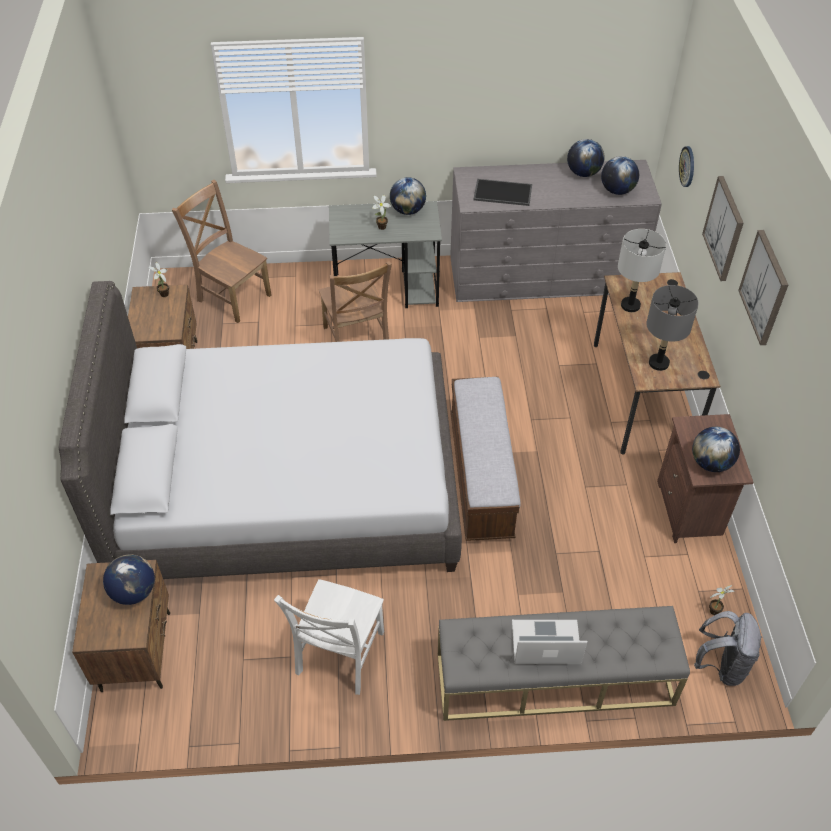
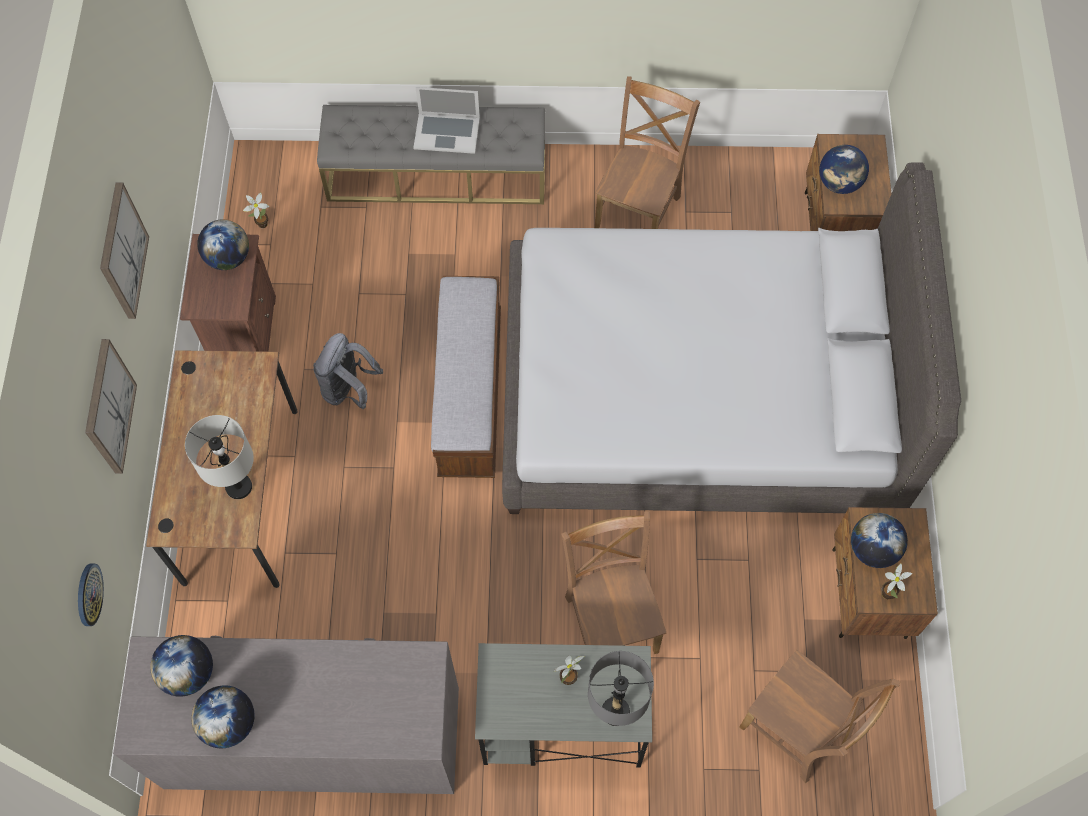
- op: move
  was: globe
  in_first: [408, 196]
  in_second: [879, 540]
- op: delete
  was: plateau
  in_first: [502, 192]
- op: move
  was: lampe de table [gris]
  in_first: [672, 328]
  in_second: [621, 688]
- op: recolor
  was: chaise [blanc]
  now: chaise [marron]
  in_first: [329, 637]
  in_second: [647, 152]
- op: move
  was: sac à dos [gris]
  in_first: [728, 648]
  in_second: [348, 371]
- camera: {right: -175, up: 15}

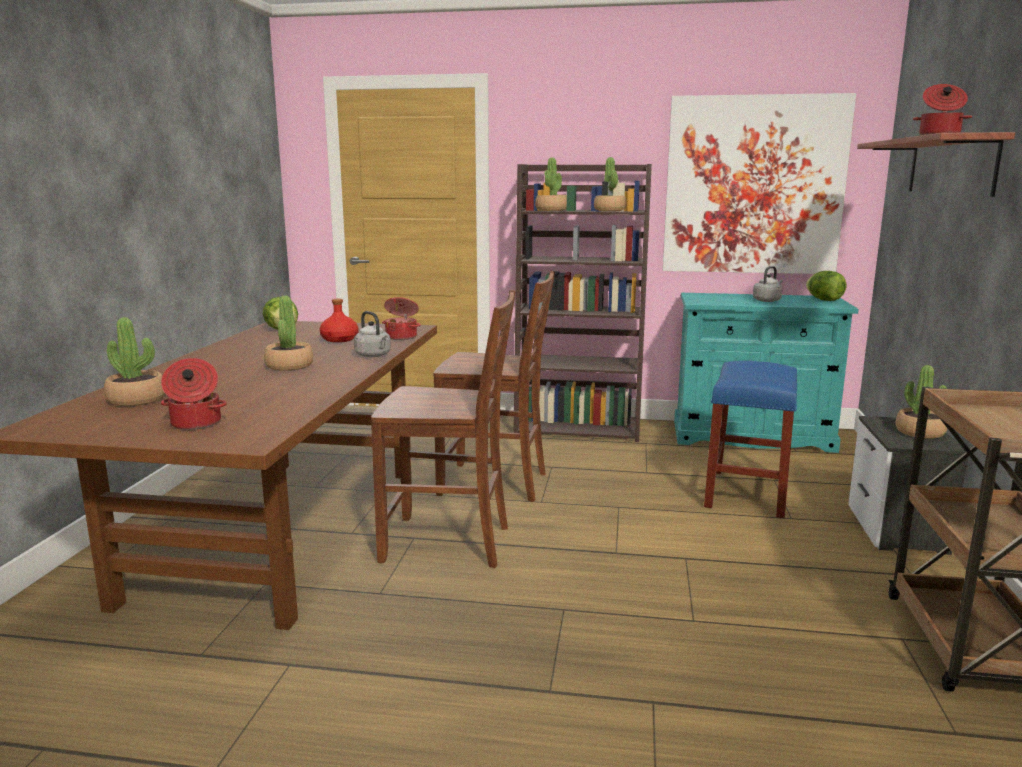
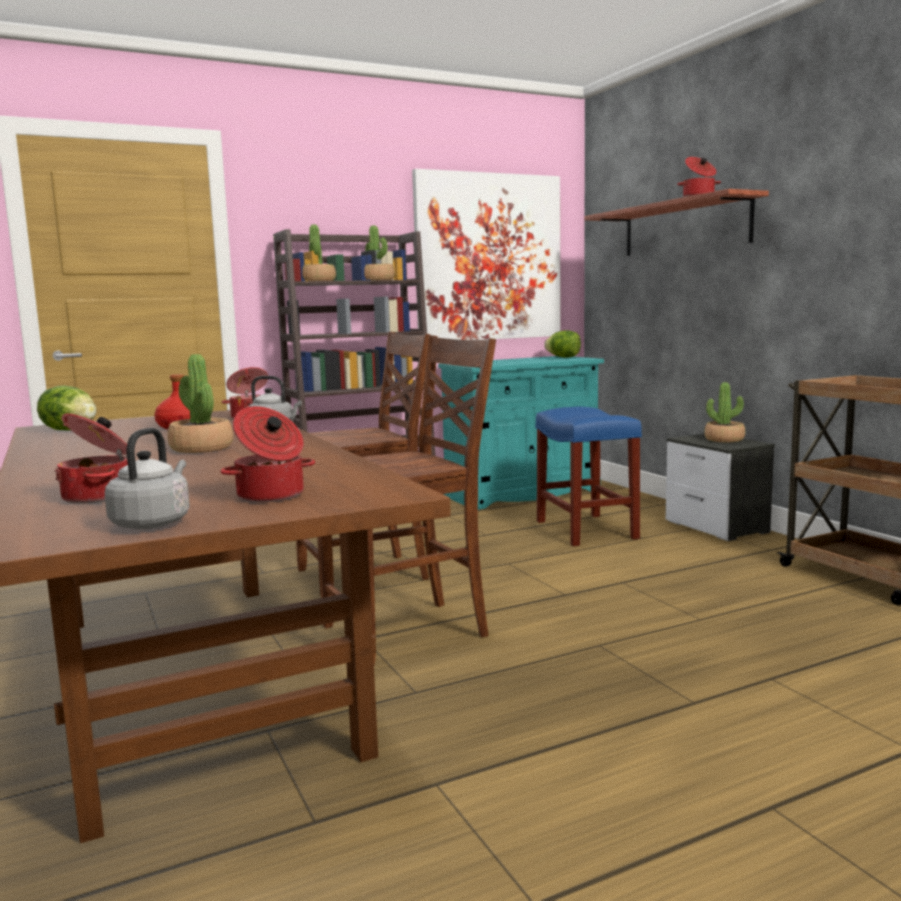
- op: move
  was: bouilloire [gris]
  in_first: [768, 284]
  in_second: [146, 478]
- op: replace
  was: plante en pot
  now: marmite
  in_first: [134, 361]
  in_second: [91, 459]
- camera: {right: -35, up: -5}

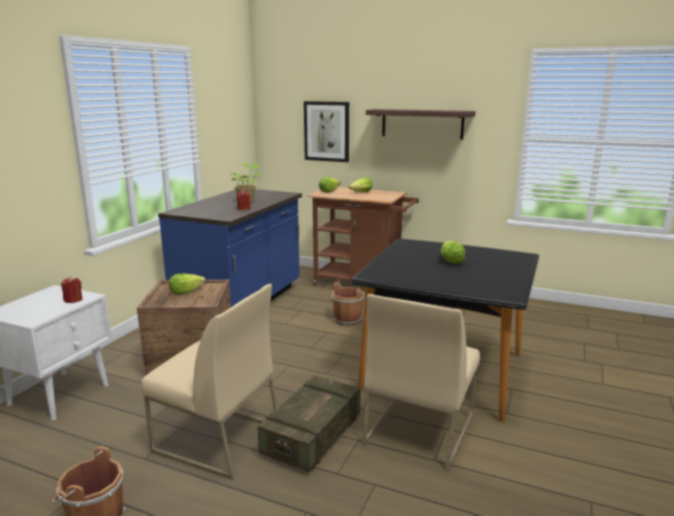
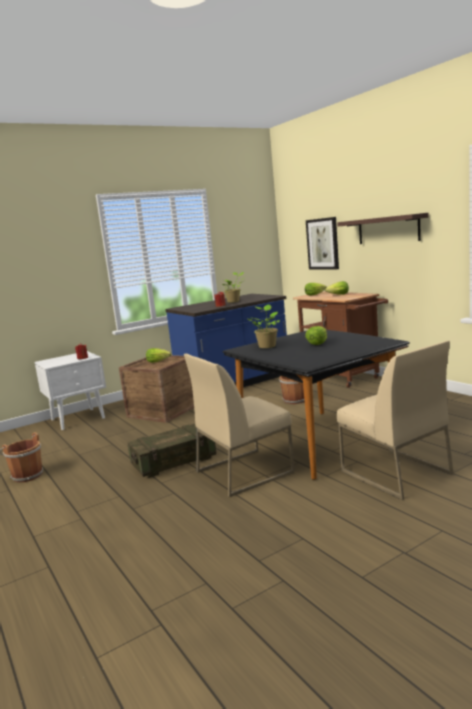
- op: move
  was: chaise [beige]
  in_first: [209, 381]
  in_second: [395, 420]
- op: insert
  now: plante en pot
  in_second: [264, 326]
- camera: {right: 35, up: -5}

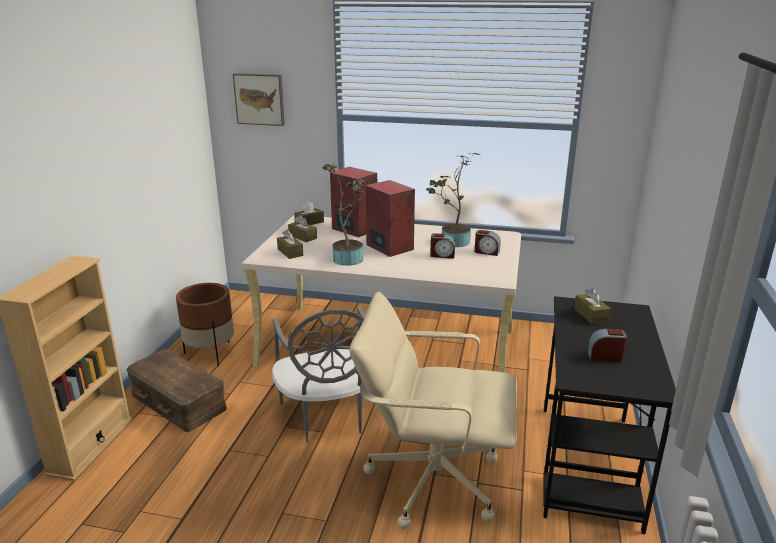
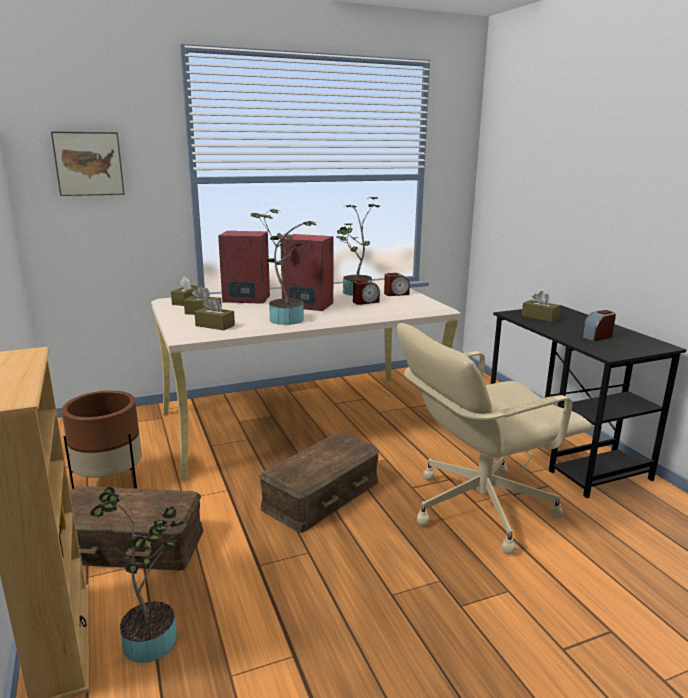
- op: replace
  was: chaise [gris]
  now: boîte de rangement [marron]
  in_first: [319, 374]
  in_second: [319, 482]
- op: insert
  now: plante en pot
  in_second: [137, 575]
- camera: {right: -35, up: -5}

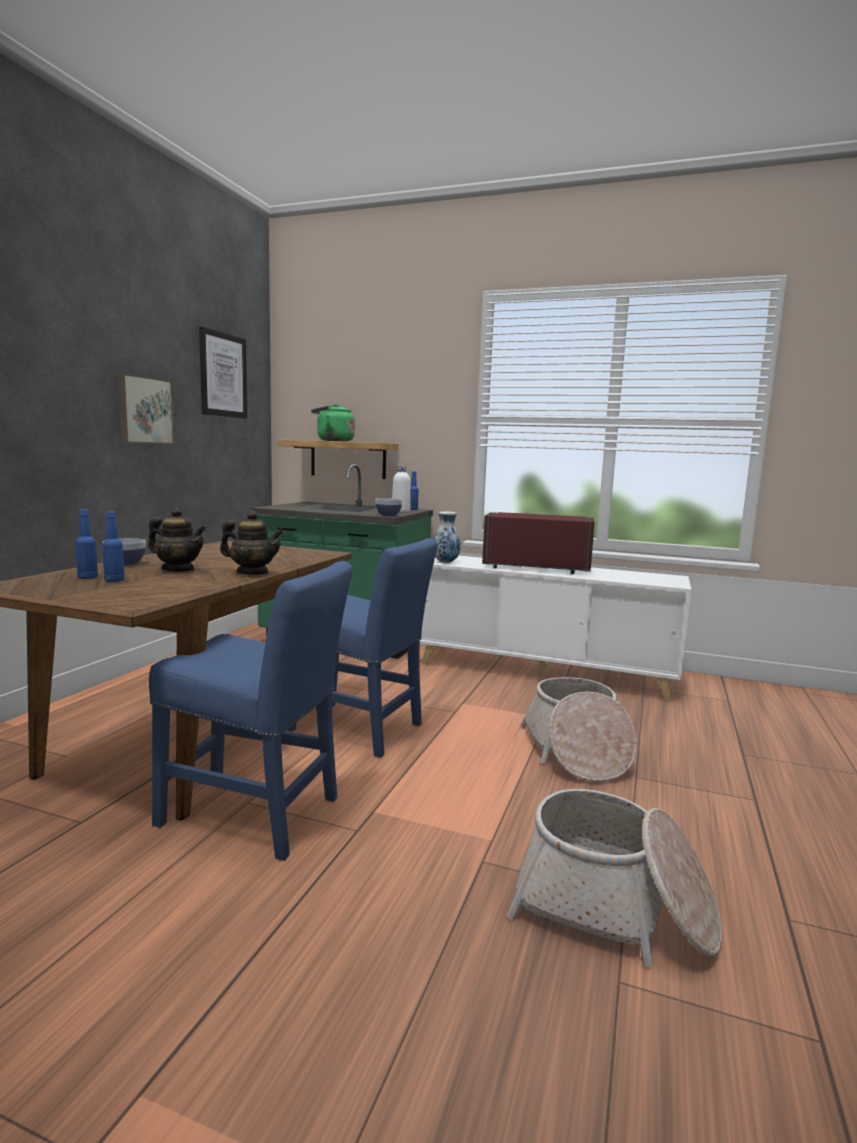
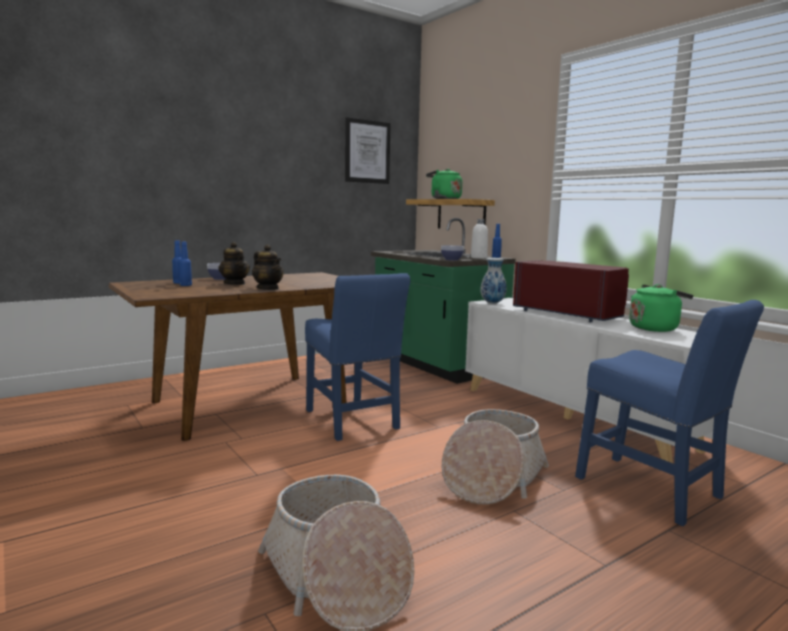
- op: delete
  was: tableau
  in_first: [146, 408]
- op: move
  was: chaise [bleu]
  in_first: [251, 711]
  in_second: [669, 413]
- op: insert
  now: bouilloire [vert]
  in_second: [661, 308]
- camera: {right: 35, up: 0}

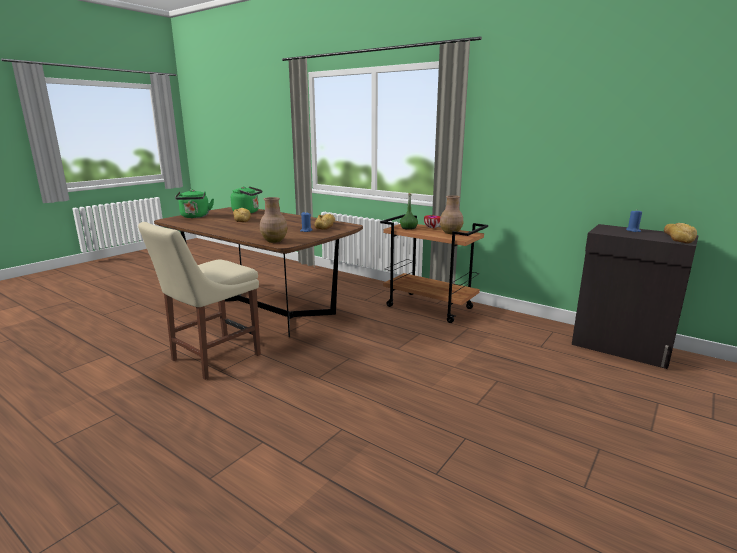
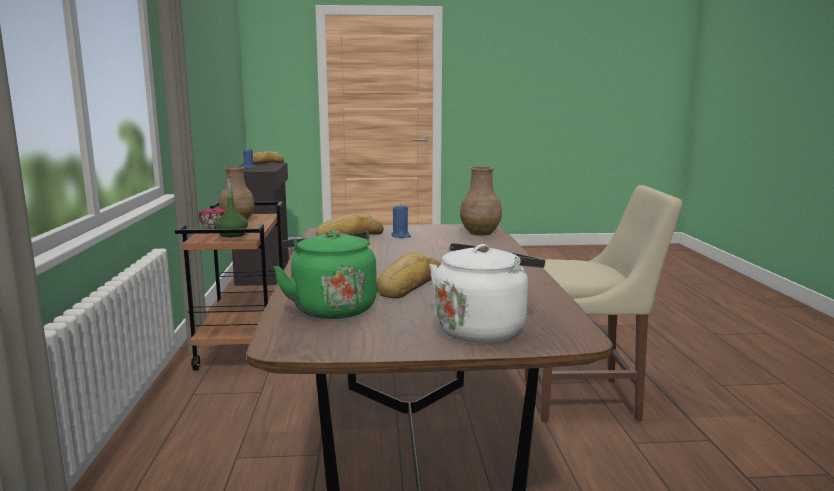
- op: recolor
  was: bouilloire [vert]
  now: bouilloire [blanc]
  in_first: [194, 203]
  in_second: [487, 293]
- camera: {right: -130, up: -5}

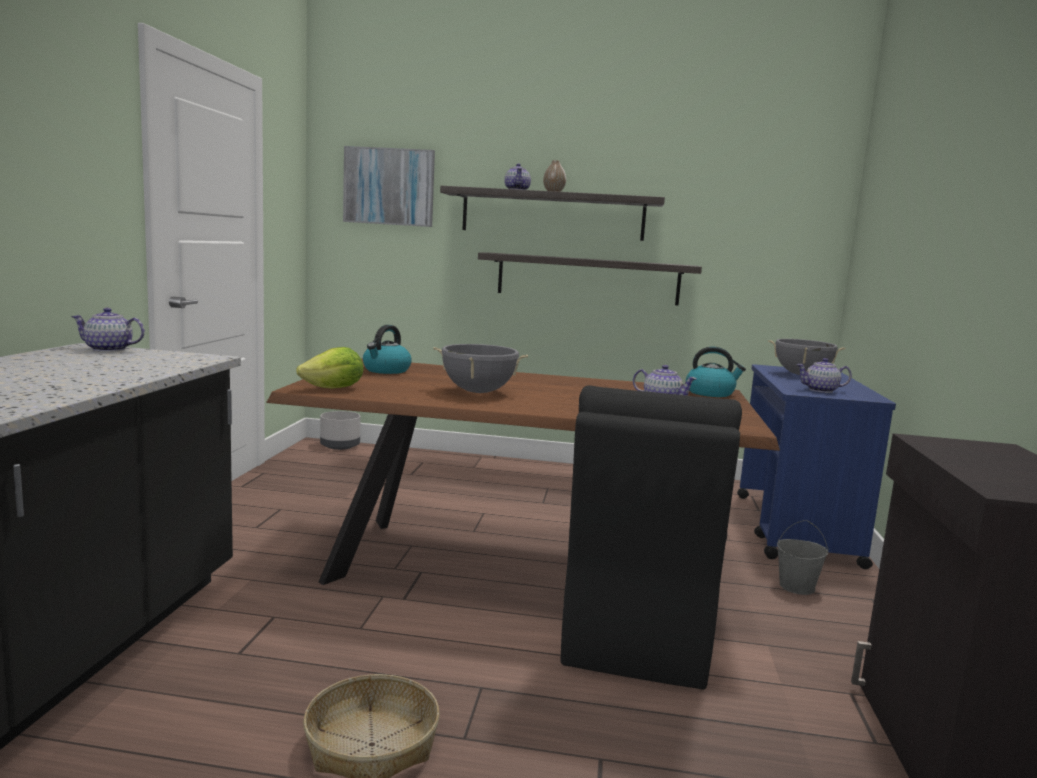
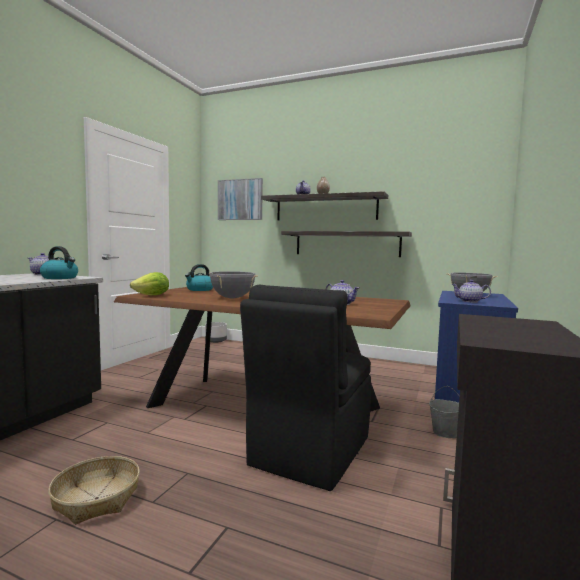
- op: move
  was: bouilloire
  in_first: [716, 372]
  in_second: [59, 262]
- camera: {right: 15, up: -5}

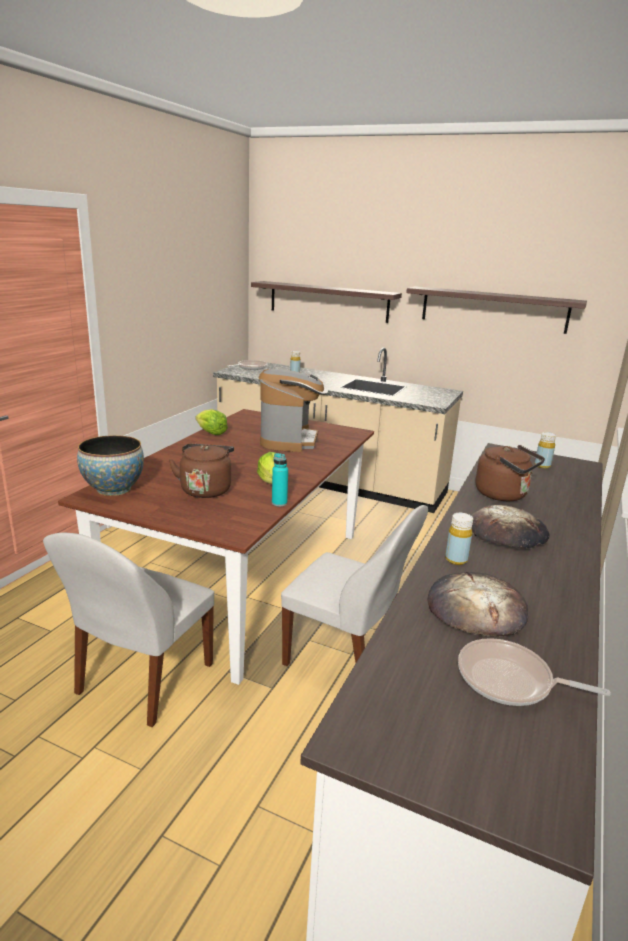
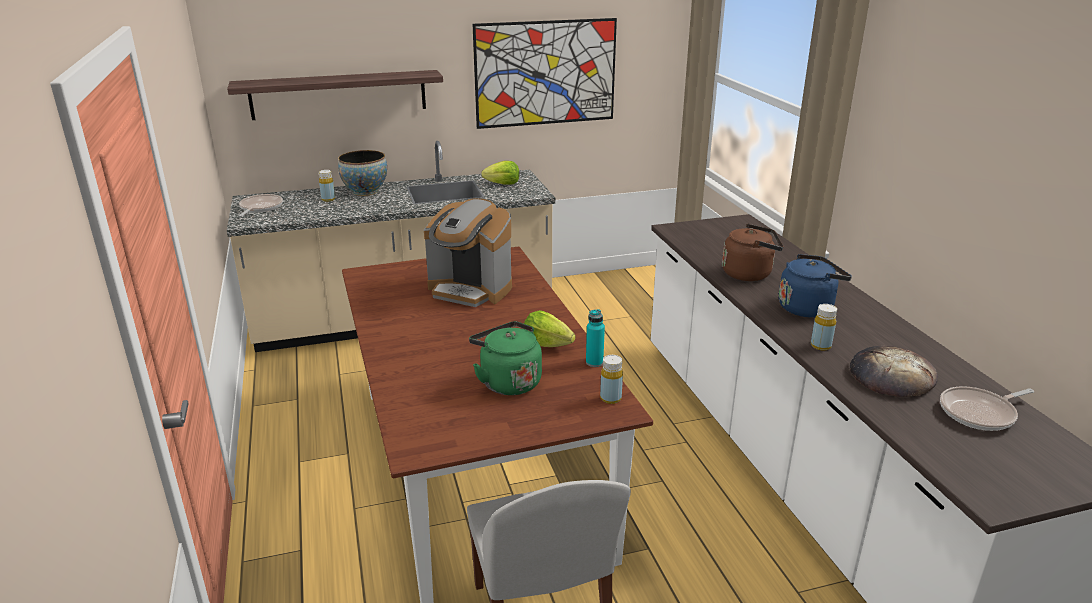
- op: replace
  was: étagère
  now: tableau
  in_first: [496, 310]
  in_second: [545, 73]
- op: rotate
  was: machine à café
  in_first: [293, 410]
  in_second: [468, 252]
  clockwise: 150
- op: move
  was: laitue
  in_first: [212, 422]
  in_second: [500, 172]
- op: move
  was: bouteille [jaune]
  in_first: [545, 450]
  in_second: [611, 379]
- op: move
  was: bol
  in_first: [110, 465]
  in_second: [362, 173]
- op: recolor
  was: bouilloire [marron]
  now: bouilloire [vert]
  in_first: [201, 471]
  in_second: [505, 358]
- op: delete
  was: chaise [blanc]
  in_first: [354, 585]
- op: replace
  was: pain
  now: bouilloire [bleu]
  in_first: [510, 527]
  in_second: [815, 285]
- camera: {right: -40, up: 5}

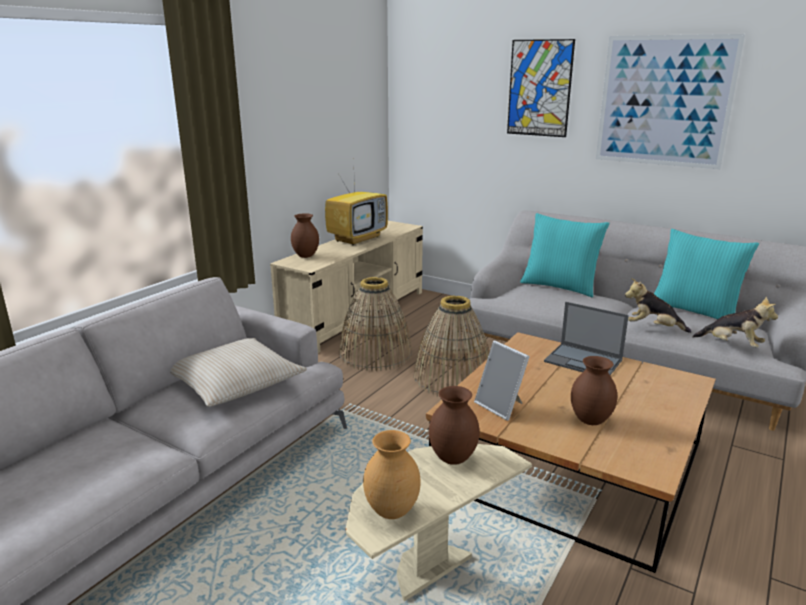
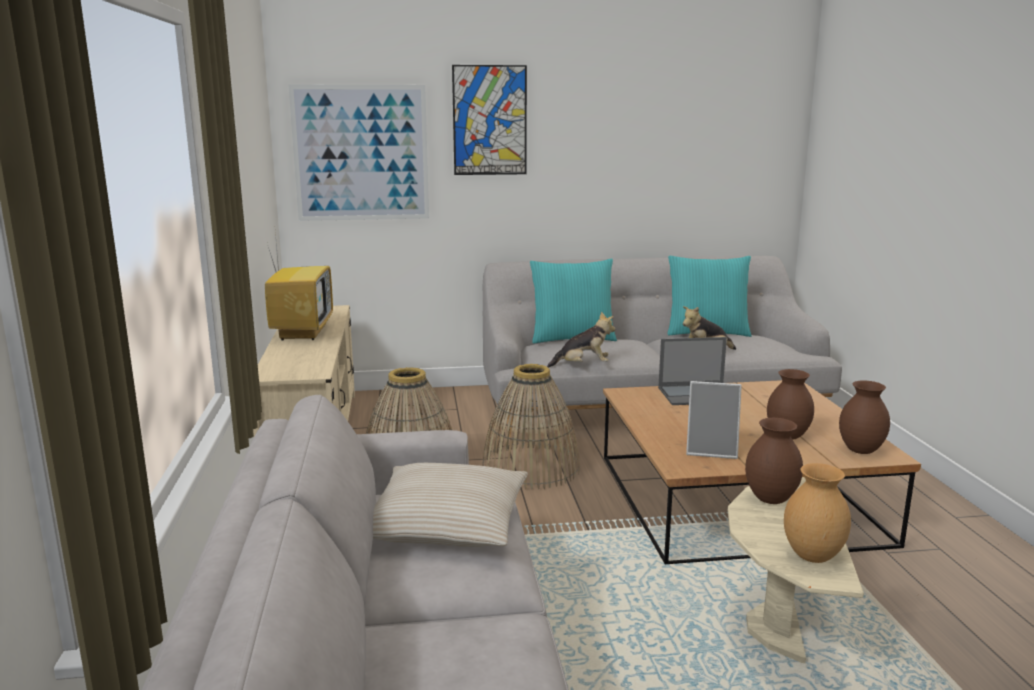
- op: move
  was: tableau
  in_first: [670, 101]
  in_second: [358, 153]
- op: move
  was: vase [marron]
  in_first: [305, 235]
  in_second: [864, 417]
- op: move
  was: peluche
  in_first: [735, 322]
  in_second: [581, 340]
- camera: {right: -40, up: -5}

